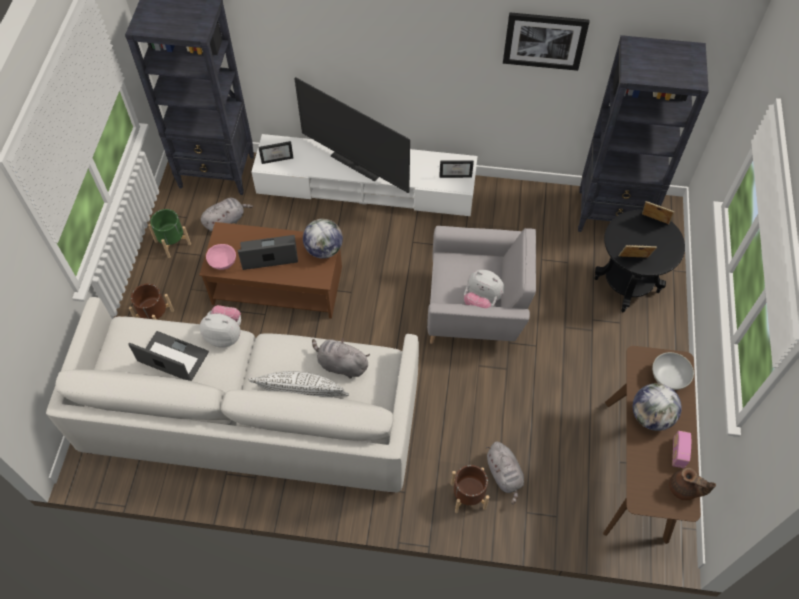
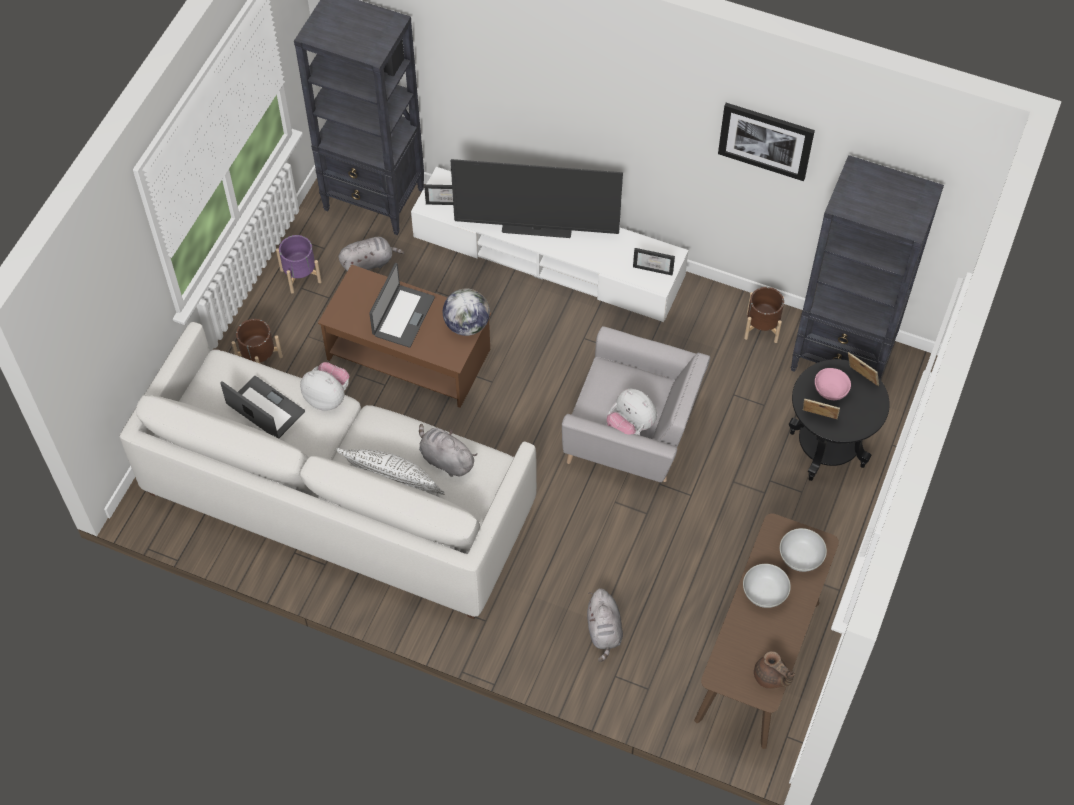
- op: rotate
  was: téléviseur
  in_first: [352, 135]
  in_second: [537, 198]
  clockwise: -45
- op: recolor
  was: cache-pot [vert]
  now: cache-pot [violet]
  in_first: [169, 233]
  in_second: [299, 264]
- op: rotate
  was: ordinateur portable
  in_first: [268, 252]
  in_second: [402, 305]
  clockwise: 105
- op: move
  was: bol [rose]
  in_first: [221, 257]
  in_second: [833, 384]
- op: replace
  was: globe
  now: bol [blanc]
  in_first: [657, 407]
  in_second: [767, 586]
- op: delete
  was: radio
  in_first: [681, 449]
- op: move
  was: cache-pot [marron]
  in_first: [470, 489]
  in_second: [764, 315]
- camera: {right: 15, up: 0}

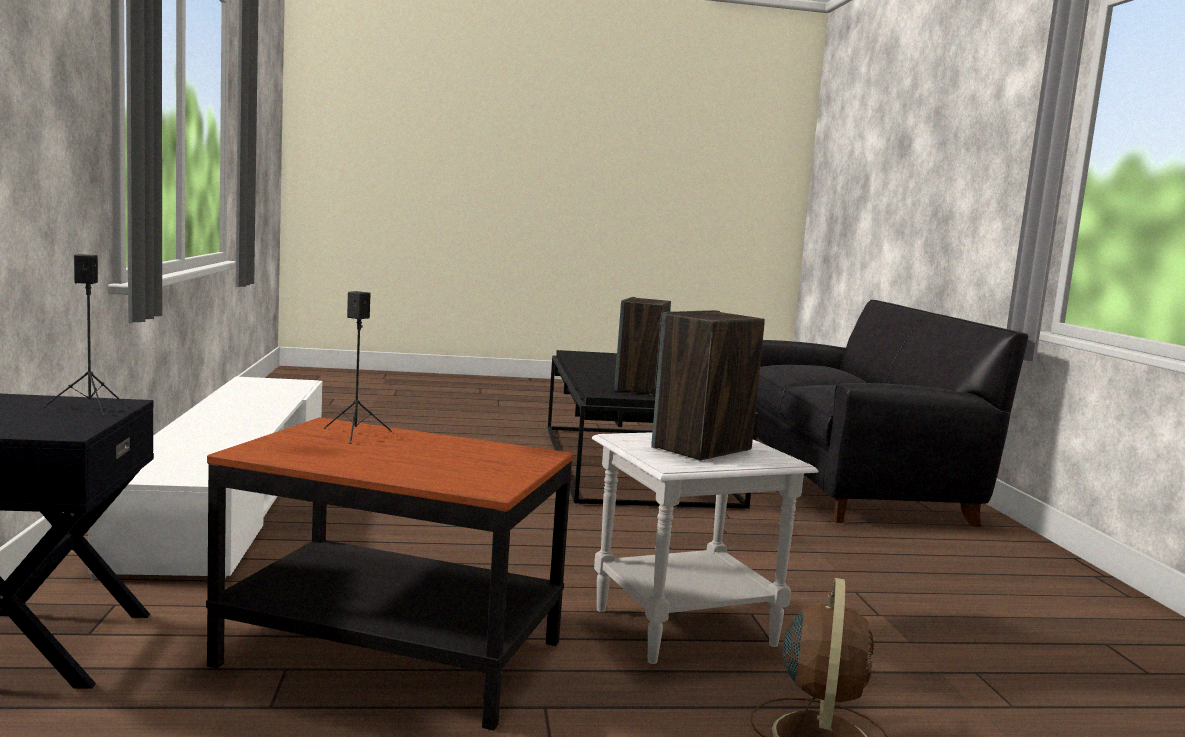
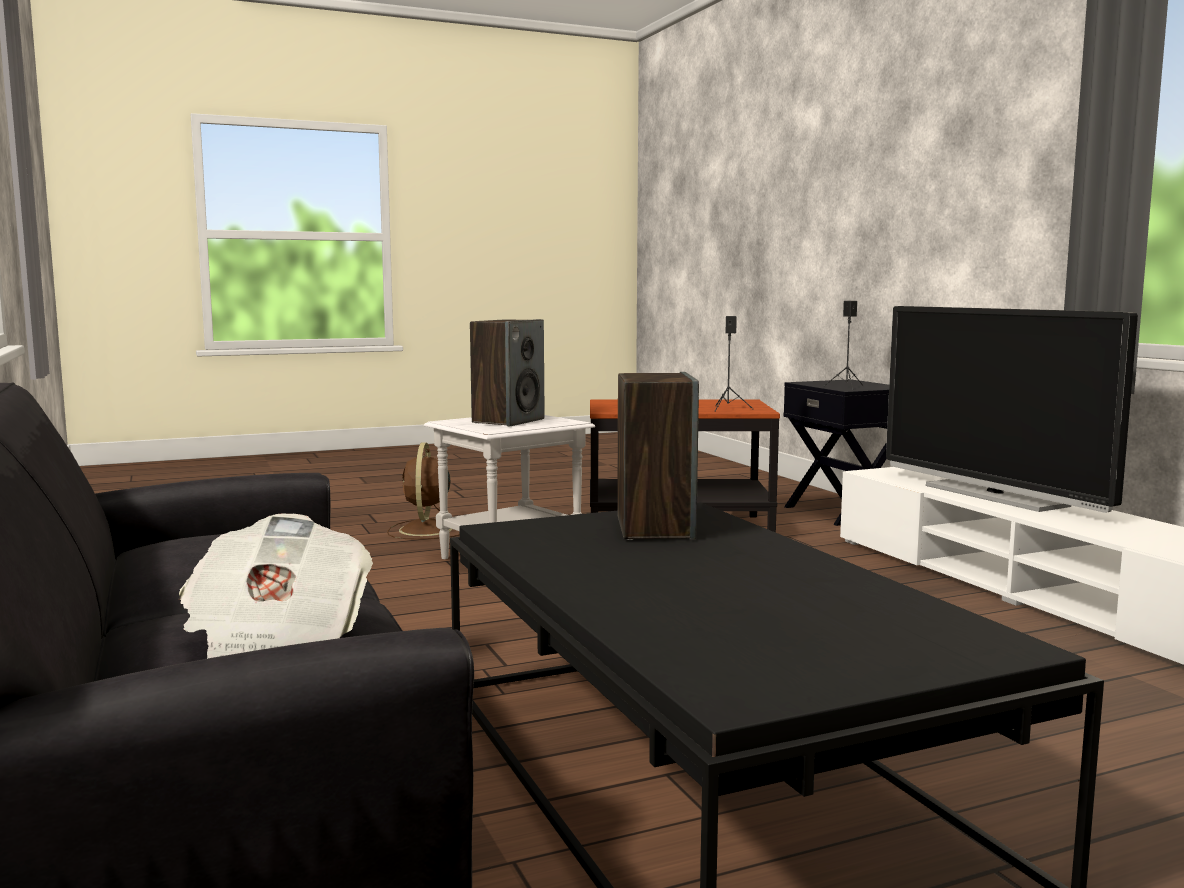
- op: insert
  now: téléviseur
  in_second: [1012, 409]
- op: insert
  now: journal
  in_second: [275, 586]
- camera: {right: 165, up: 0}

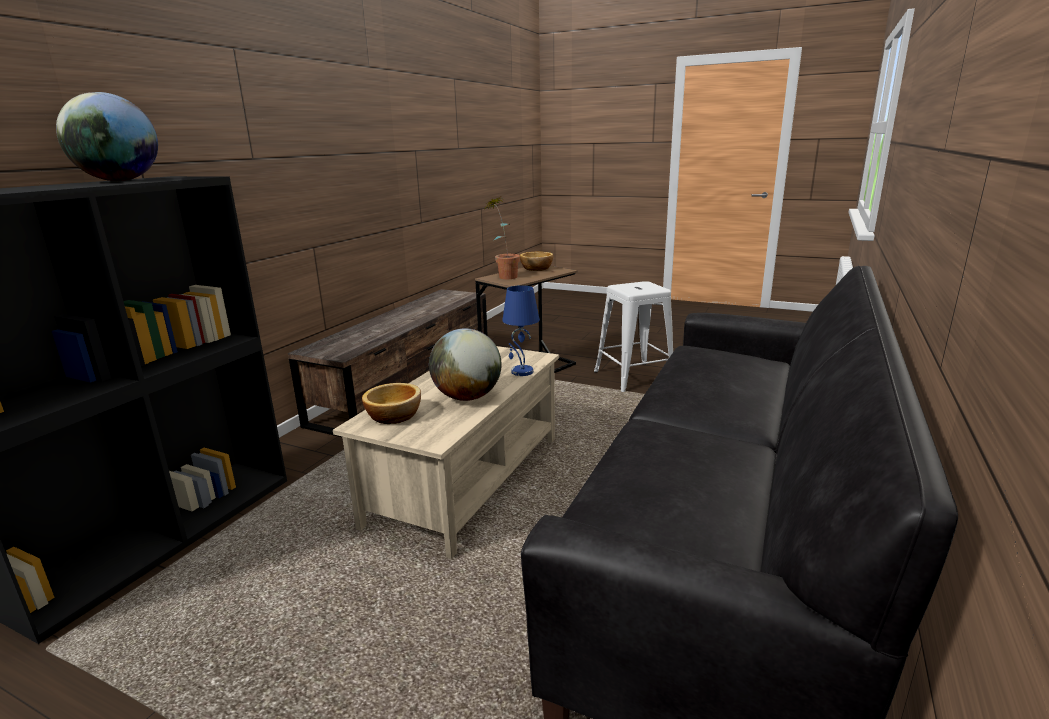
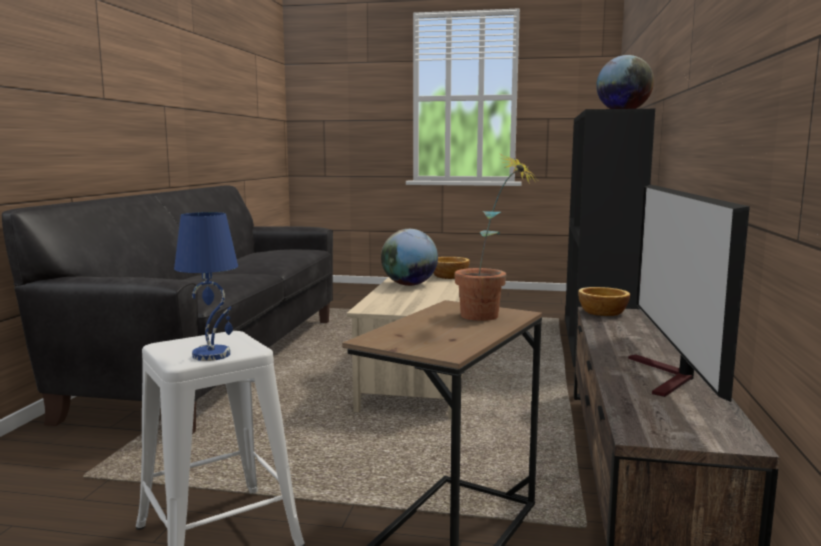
- op: move
  was: bol
  in_first: [536, 261]
  in_second: [604, 301]
- op: move
  was: lampe de table [bleu]
  in_first: [521, 330]
  in_second: [206, 286]
- op: insert
  now: téléviseur
  in_second: [689, 293]
- camera: {right: 165, up: -10}

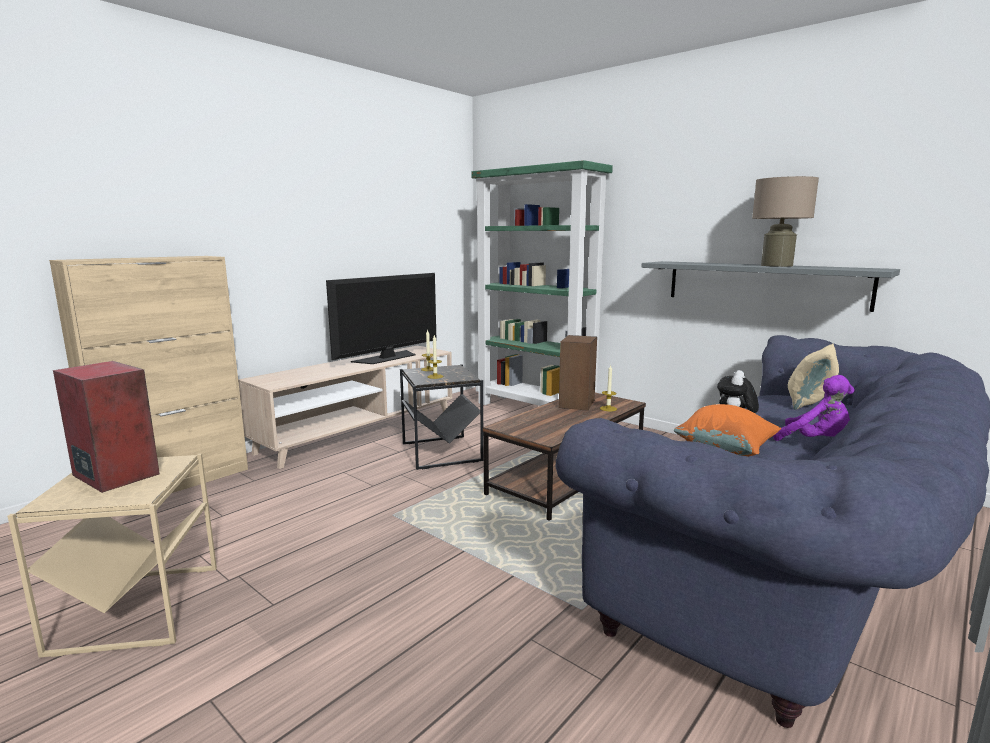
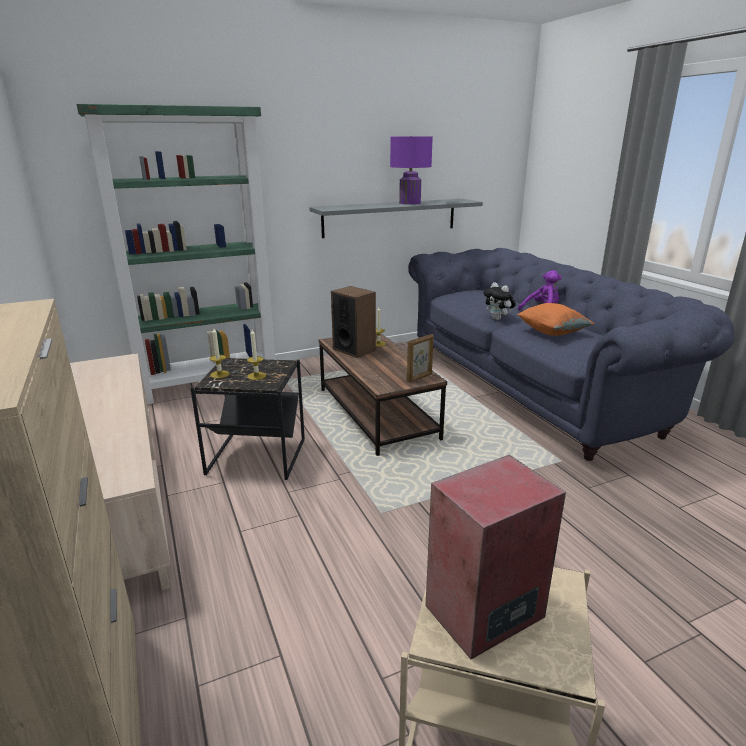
- op: recolor
  was: lampe de table [beige]
  now: lampe de table [violet]
  in_first: [785, 221]
  in_second: [411, 170]
- op: delete
  was: téléviseur
  in_first: [381, 318]
- op: delete
  was: coussin [beige]
  in_first: [813, 376]
- op: insert
  now: cadre photo
  in_second: [420, 358]
- camera: {right: -65, up: 10}

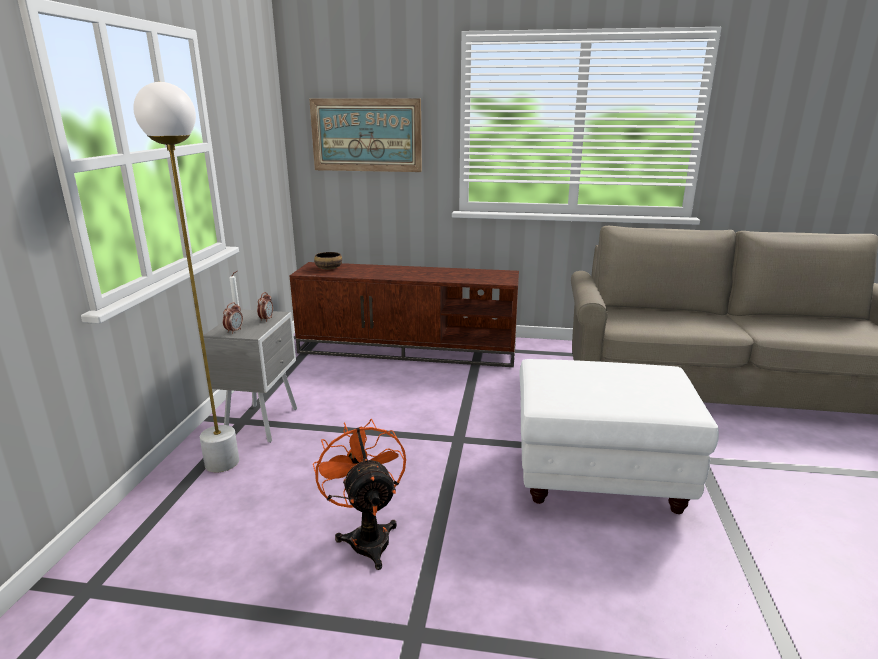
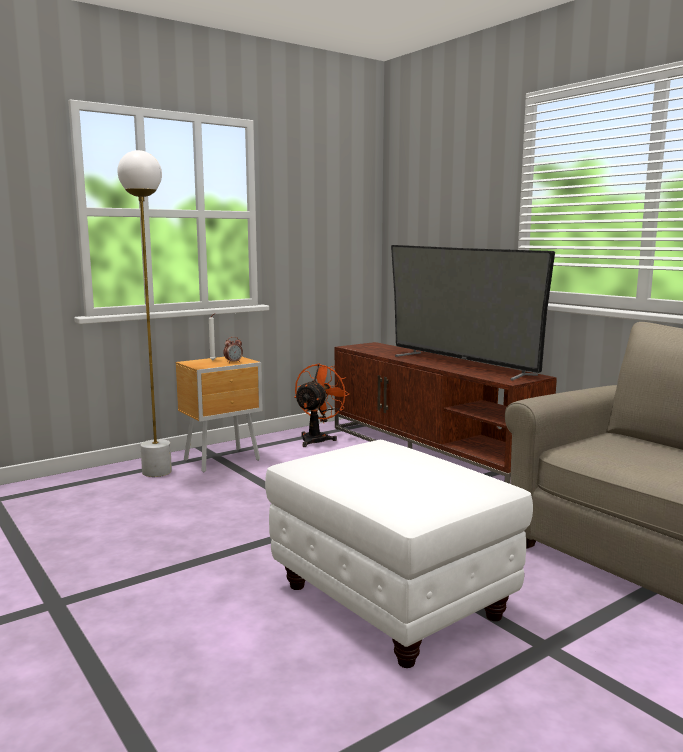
- op: delete
  was: tableau
  in_first: [365, 135]
- op: delete
  was: bol
  in_first: [328, 260]
- op: delete
  was: réveil
  in_first: [233, 318]
- op: recolor
  was: table de chevet [gris]
  now: table de chevet [marron]
  in_first: [250, 376]
  in_second: [219, 414]
- op: move
  was: ventilateur [orange]
  in_first: [359, 494]
  in_second: [322, 405]
- op: insert
  now: téléviseur
  in_second: [473, 313]
- camera: {right: 45, up: -10}

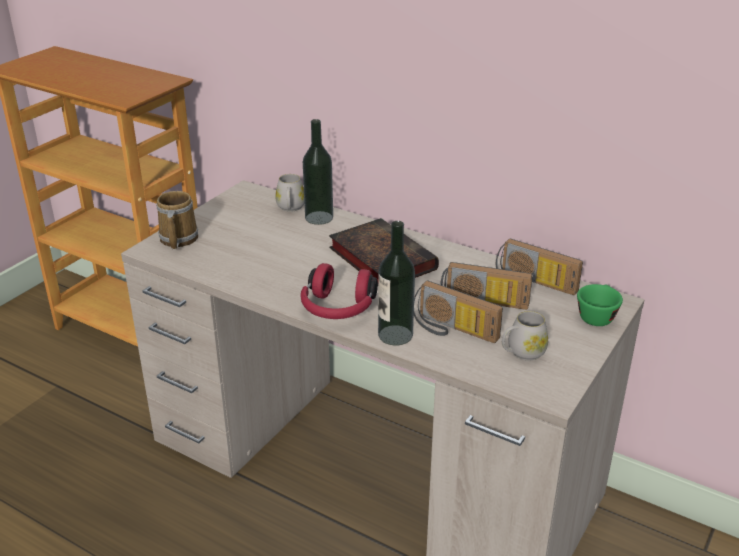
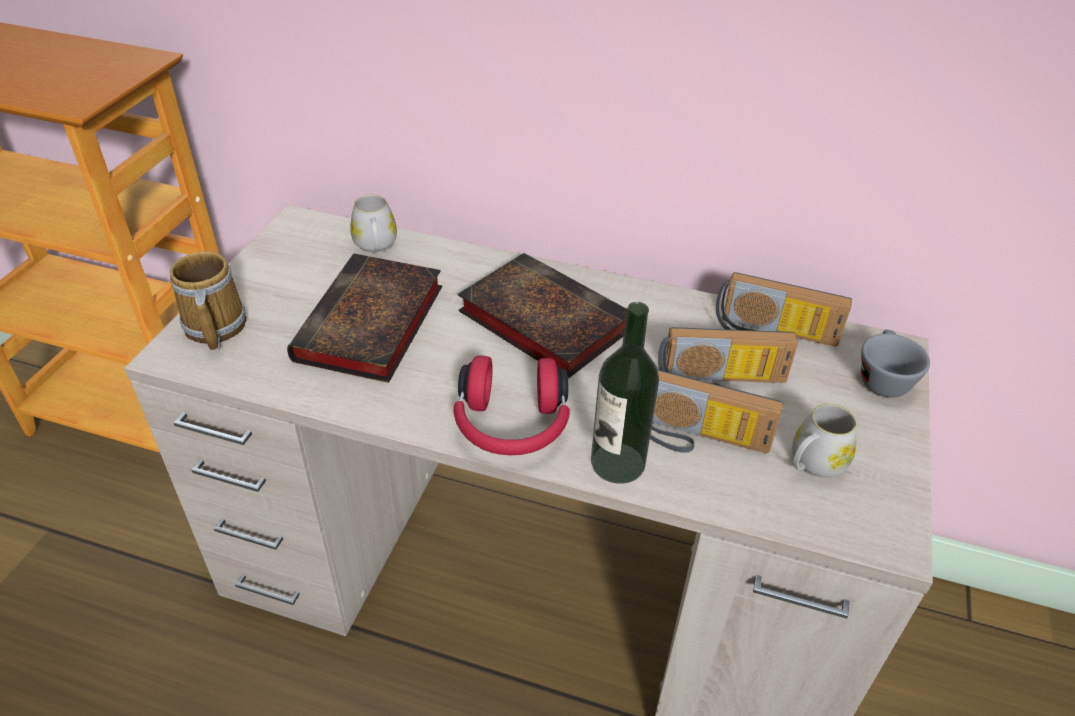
- op: delete
  was: bouteille
  in_first: [318, 172]
- op: recolor
  was: tasse [vert]
  now: tasse [gris]
  in_first: [600, 305]
  in_second: [895, 364]
- op: insert
  now: livre
  in_second: [364, 318]
- camera: {right: -15, up: 10}

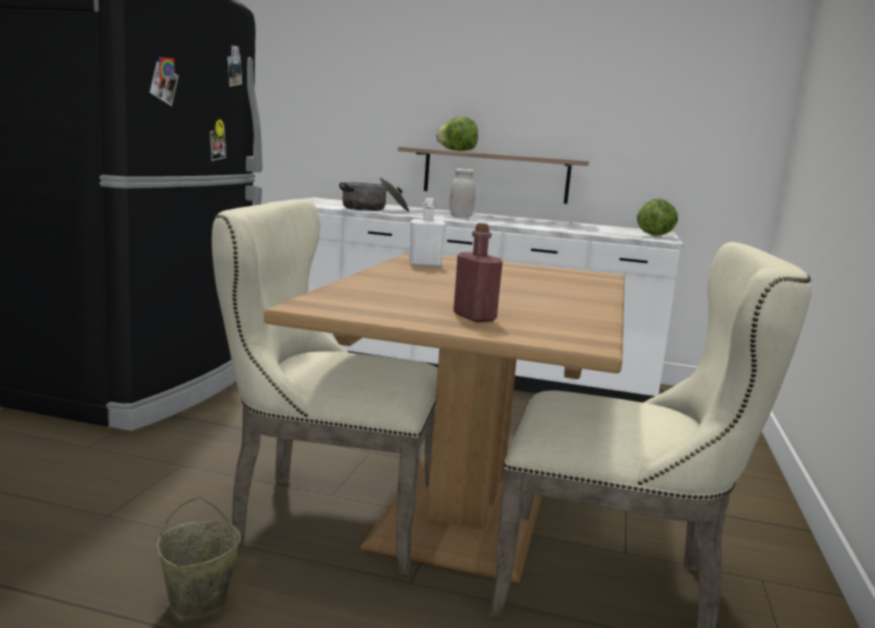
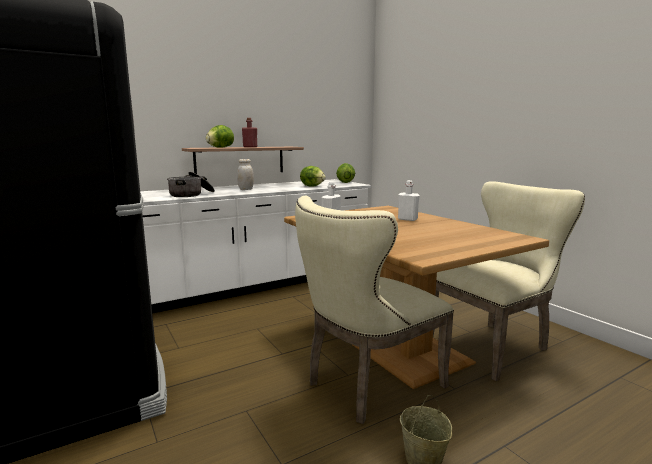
- op: move
  was: bouteille [rouge]
  in_first: [478, 272]
  in_second: [249, 132]
- op: insert
  now: laitue
  in_second: [313, 176]
- op: insert
  now: bouteille [blanc]
  in_second: [409, 200]
- camera: {right: -45, up: 0}

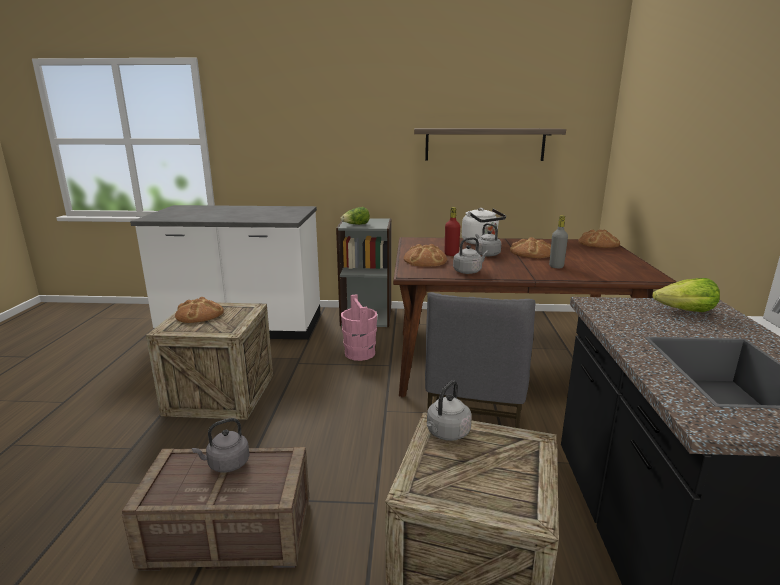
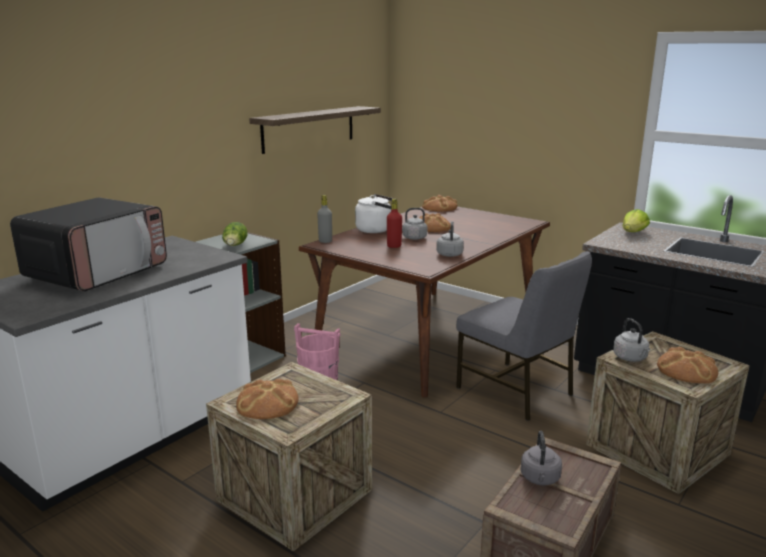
- op: move
  was: bouteille [gris]
  in_first: [558, 241]
  in_second: [324, 219]
- op: move
  was: pain
  in_first: [425, 255]
  in_second: [687, 365]
- op: insert
  now: micro-ondes
  in_second: [88, 244]
- camera: {right: -55, up: 0}

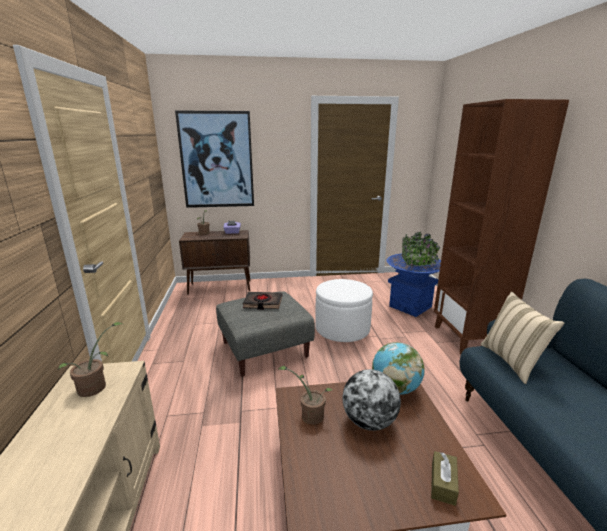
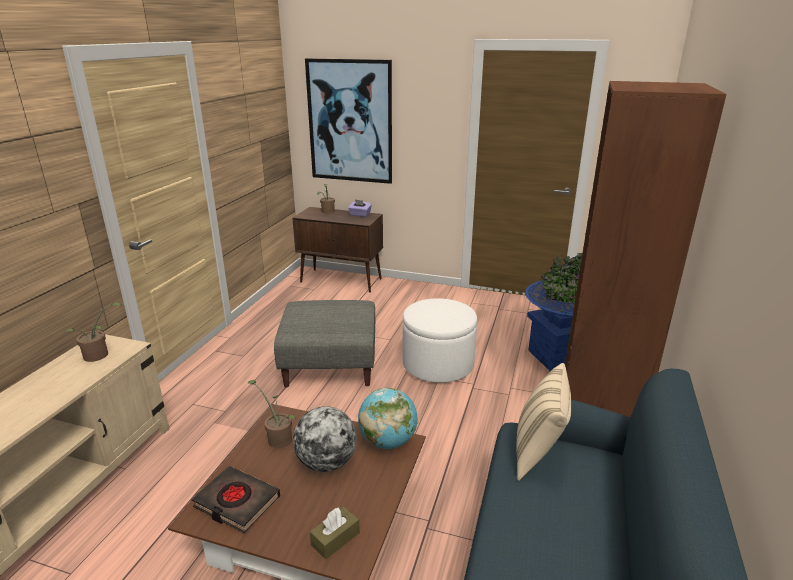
- op: move
  was: livre [noir]
  in_first: [262, 301]
  in_second: [236, 499]
- camera: {right: 25, up: 5}

